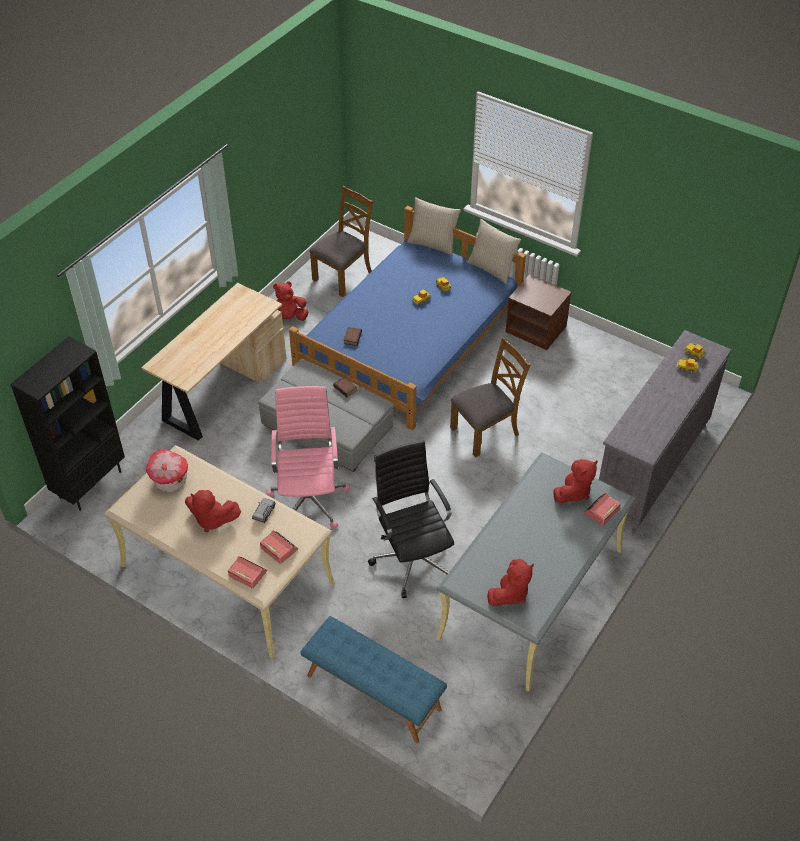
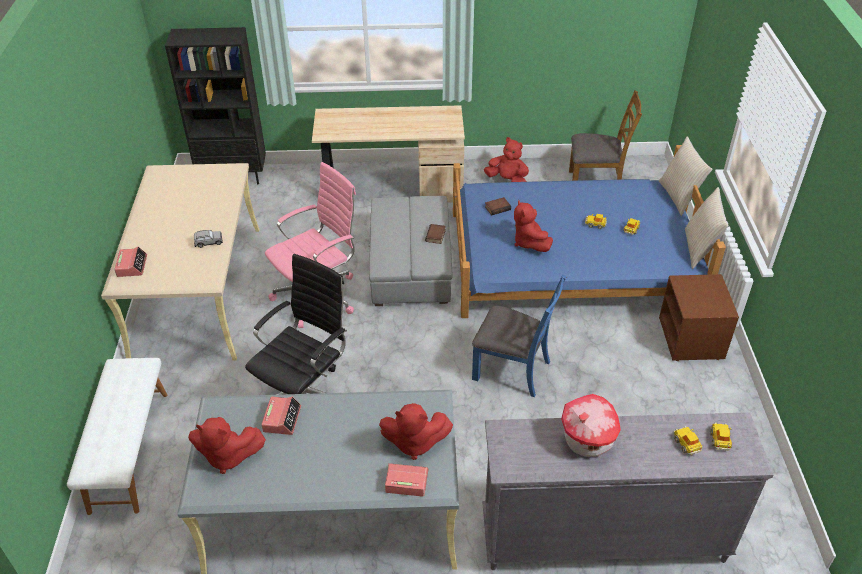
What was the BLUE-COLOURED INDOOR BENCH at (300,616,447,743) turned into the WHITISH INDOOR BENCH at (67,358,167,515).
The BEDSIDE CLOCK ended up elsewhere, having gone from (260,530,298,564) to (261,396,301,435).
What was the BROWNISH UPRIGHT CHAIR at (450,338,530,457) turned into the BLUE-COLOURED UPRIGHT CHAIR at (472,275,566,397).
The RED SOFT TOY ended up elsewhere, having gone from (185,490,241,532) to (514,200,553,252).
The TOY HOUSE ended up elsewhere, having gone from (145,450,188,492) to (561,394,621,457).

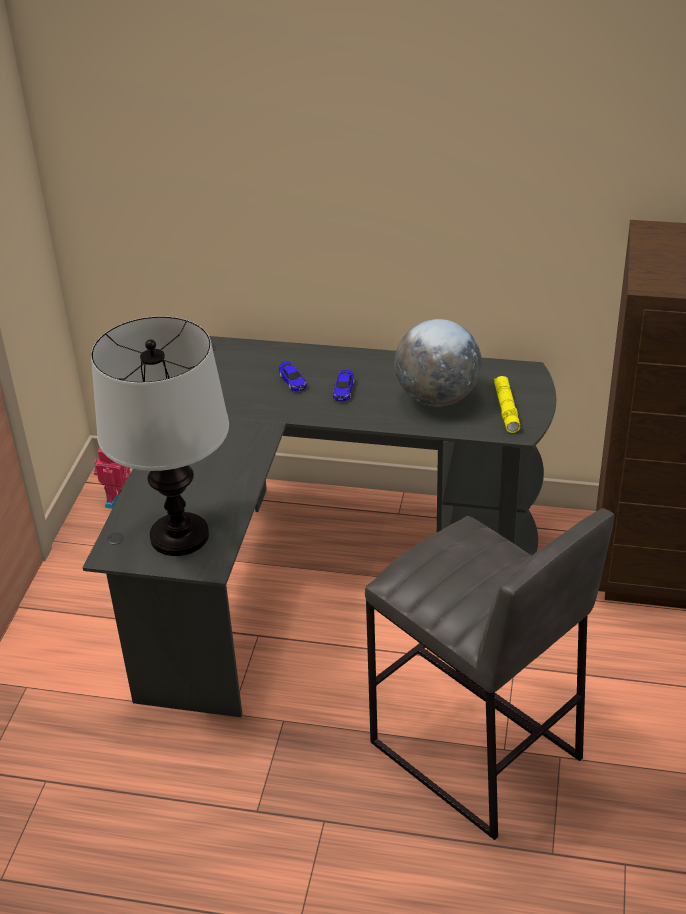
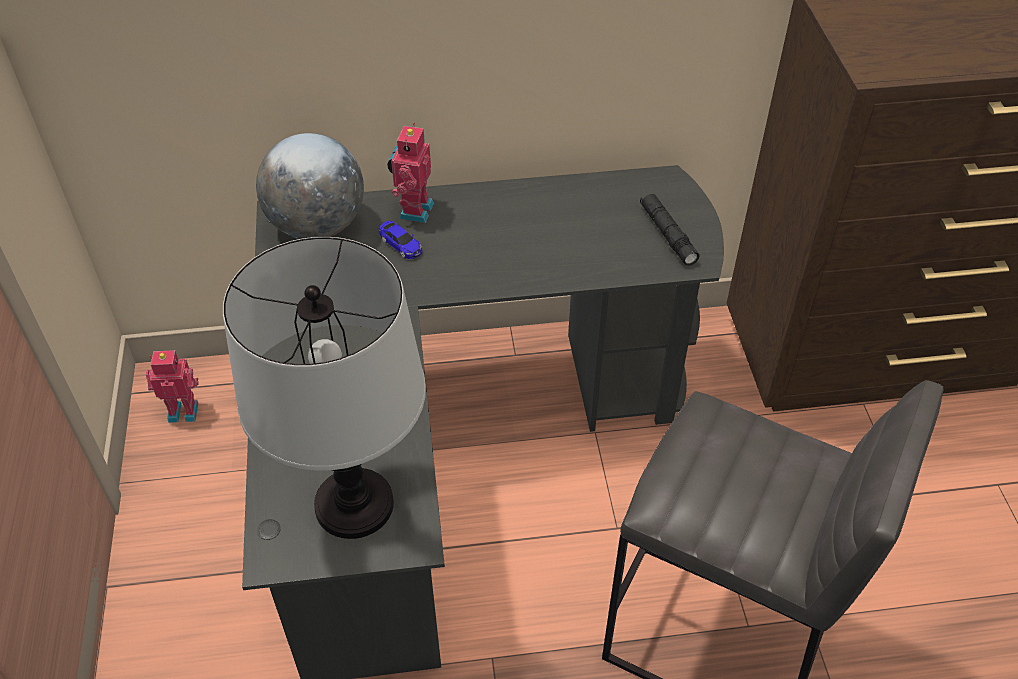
The GLOBE ended up elsewhere, having gone from (395,319,482,406) to (256,133,364,239).
The second view gained the ROBOT FIGURE at (387,123,434,223).
What was the YELLOW HAND TORCH at (494,376,520,433) turned into the BLACKISH HAND TORCH at (640,194,699,266).
The second view lost the MINIATURE CAR at (333,370,354,401).

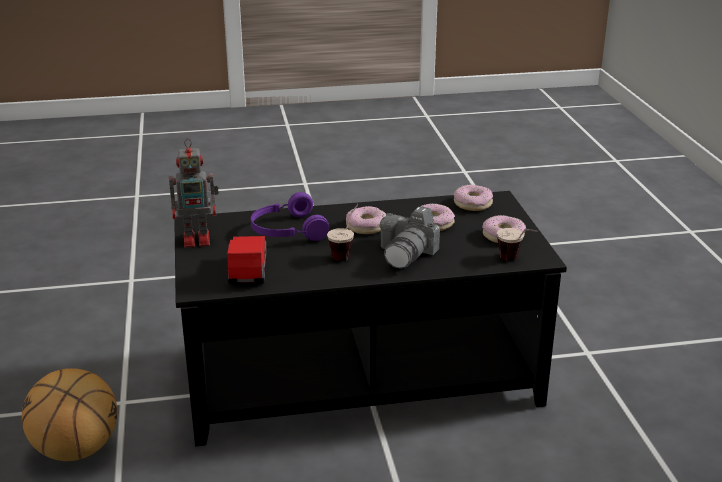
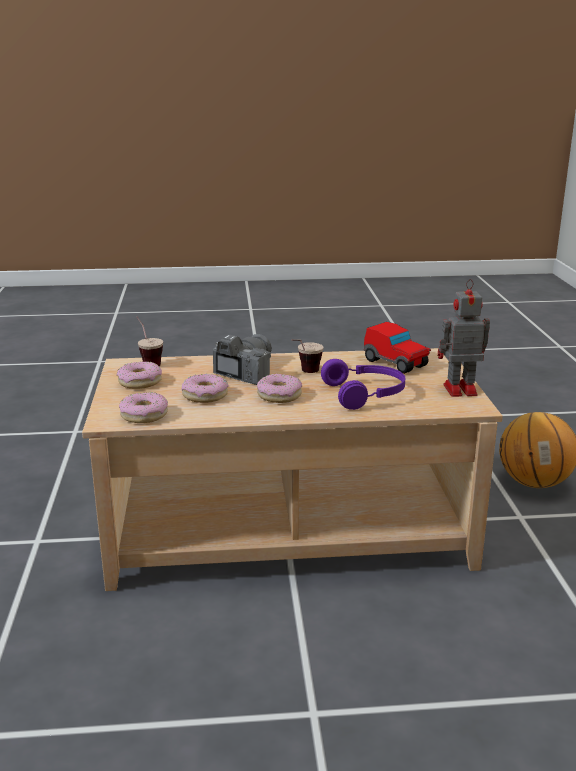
What was the BLACKISH LOUNGE TABLE at (174,191,567,446) turned into the BEIGE-COLOURED LOUNGE TABLE at (82,348,503,591).
The MINIATURE CAR at (227,236,267,284) ended up facing another way, 45 degrees counterclockwise from before.

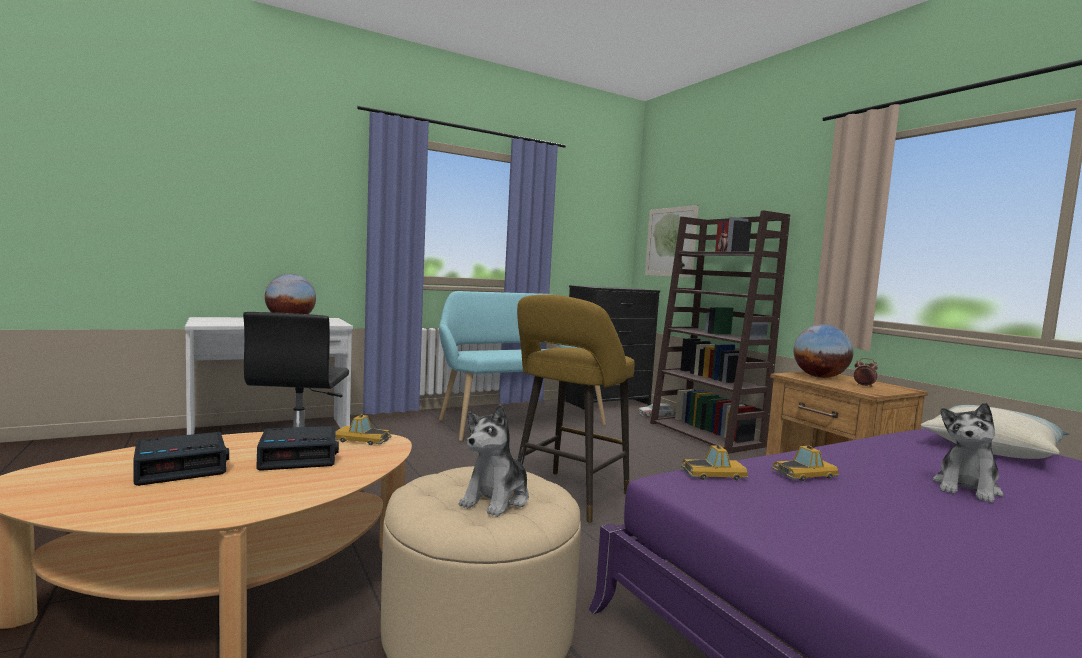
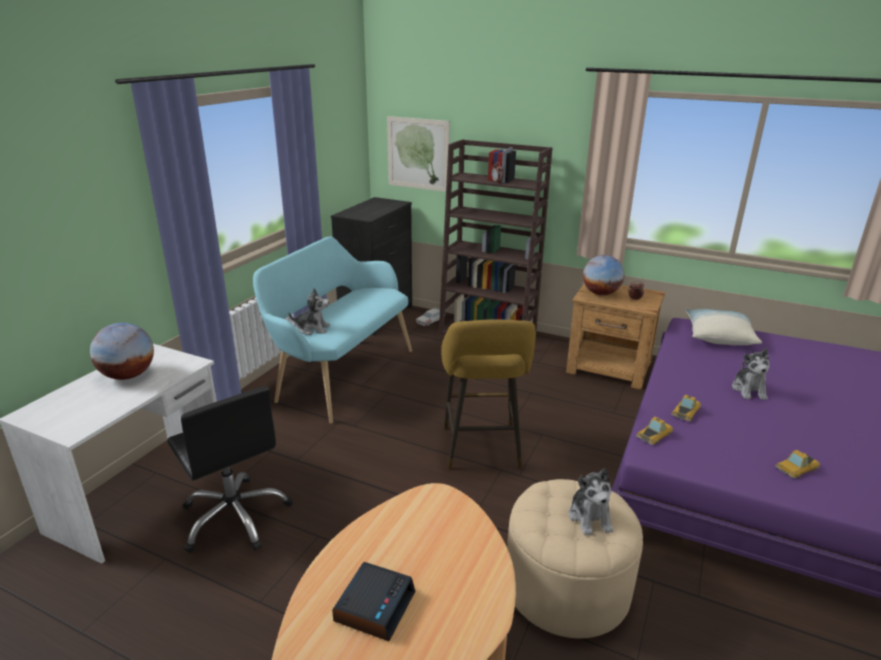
The second view gained the SOFT TOY at (289,288,330,335).
The MINIATURE CAR ended up elsewhere, having gone from (335,414,392,445) to (775,450,820,479).
The second view lost the BEDSIDE CLOCK at (256,426,339,471).

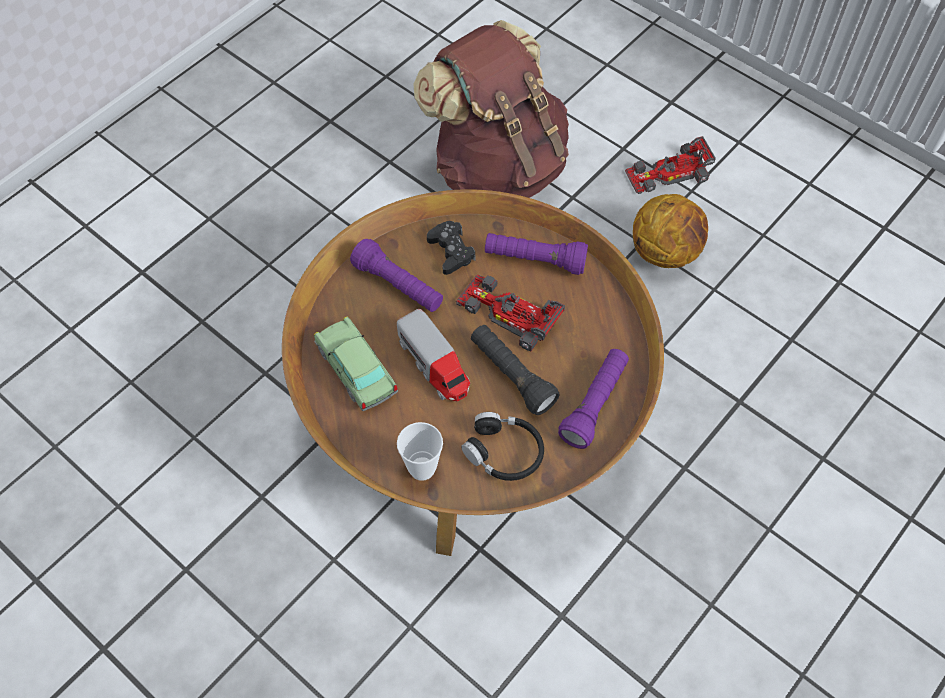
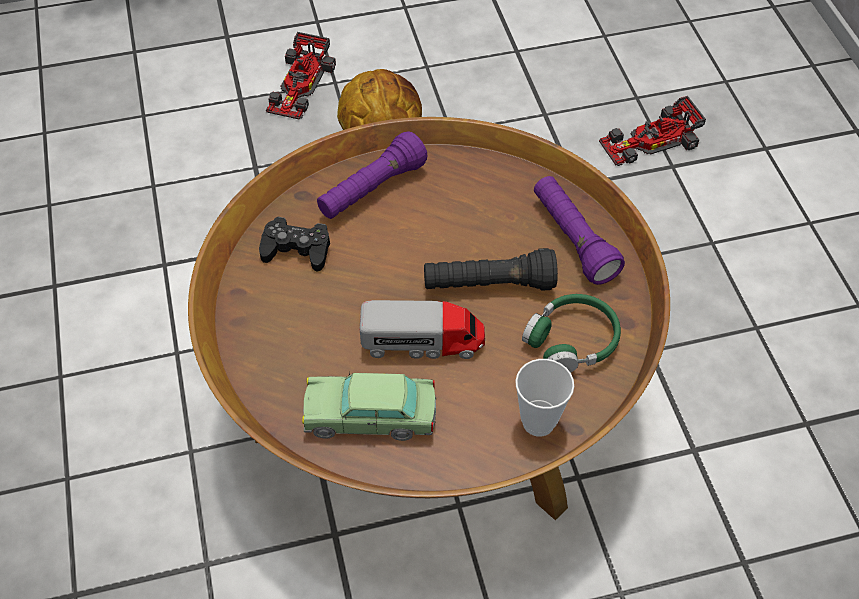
What was the BLACKISH HEADSET at (461,412,544,481) turned into the GREEN HEADSET at (522,294,621,373).
The MINIATURE CAR ended up elsewhere, having gone from (456,275,565,351) to (599,96,706,166).
The second view lost the PURPLISH HAND TORCH at (350,239,443,312).
The second view lost the BROWNISH KNAPSACK at (413,20,569,198).

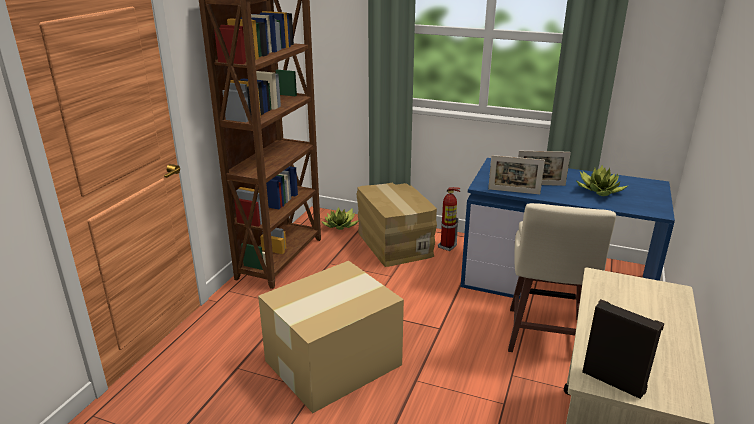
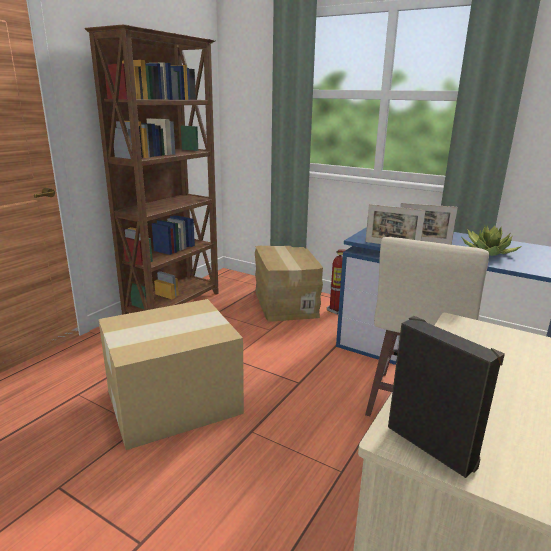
The second view lost the PLANT IN A POT at (321,207,359,230).

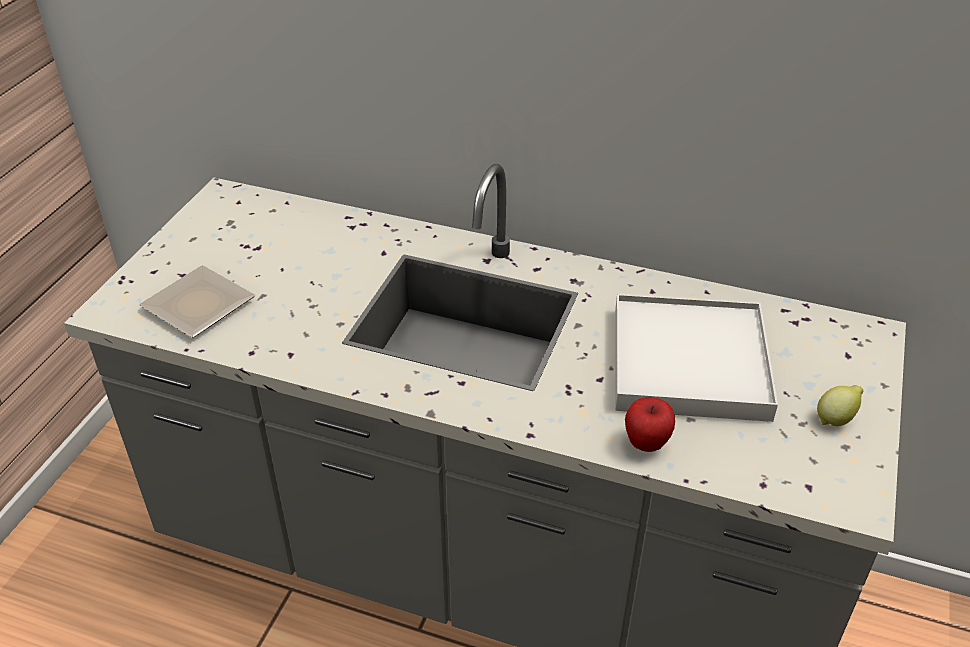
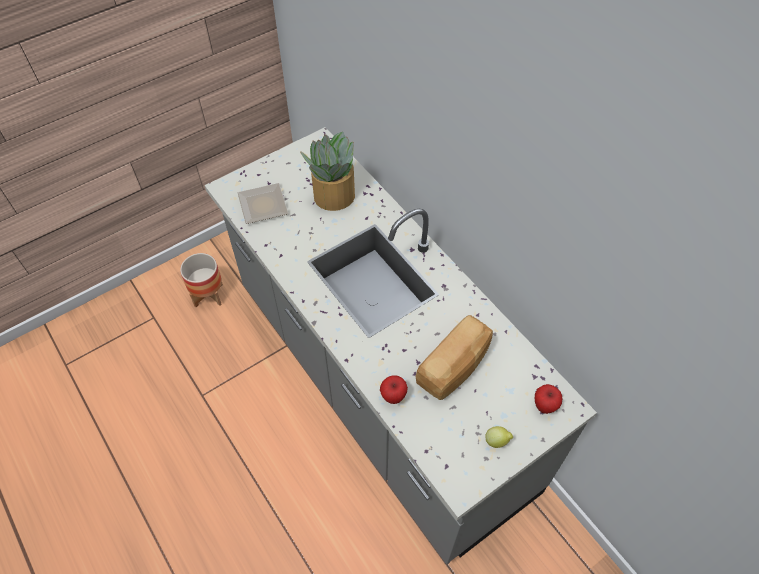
The second view gained the FLOWER POT at (180,253,223,307).
The second view gained the PLANT IN A POT at (300,132,355,211).
Where the WHITISH TRAY stood at (615,294,778,422), the BAKED BREAD came to stand at (415,315,493,400).
The second view gained the APPLE FRUIT at (535,384,562,414).

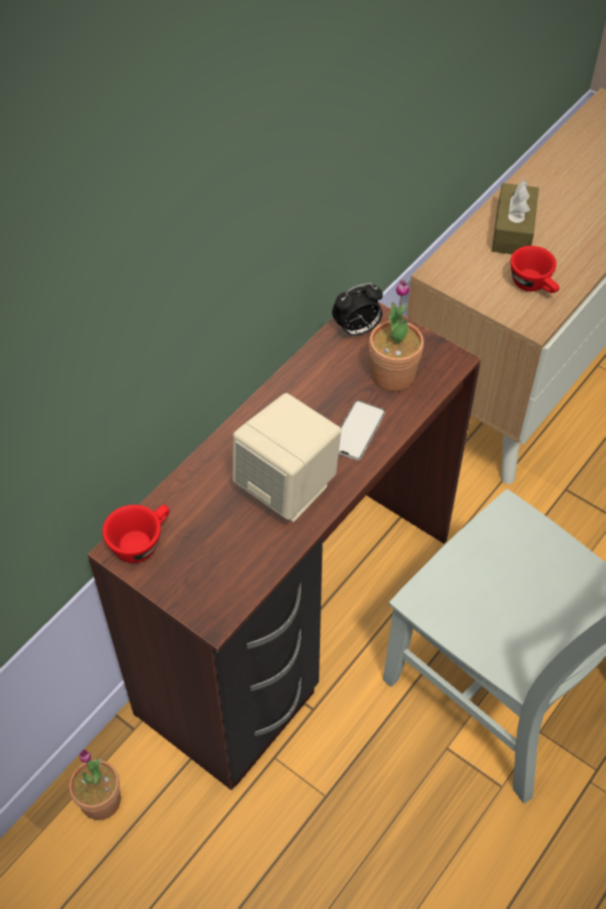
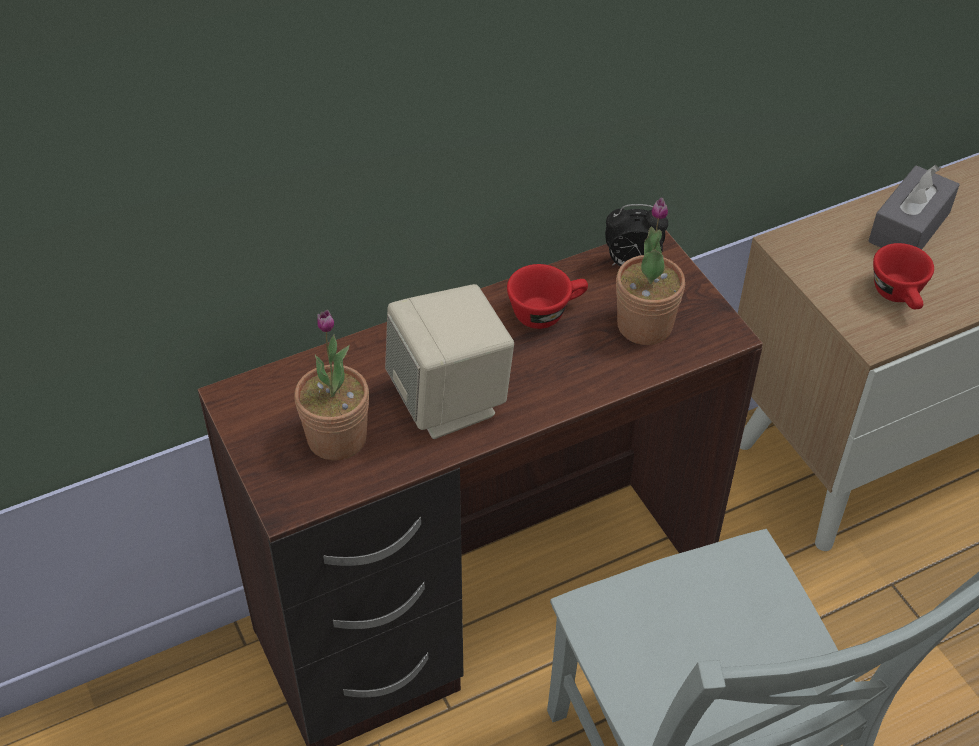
The PLANT IN A POT ended up elsewhere, having gone from (69,749,121,820) to (294,310,369,460).
The RED CUP ended up elsewhere, having gone from (102,505,170,563) to (507,264,588,329).
What was the BROWNISH TISSUE HOLDER at (492,180,539,254) turned into the GREY TISSUE HOLDER at (869,165,960,250).
The second view lost the TELEPHONE at (339,400,385,460).

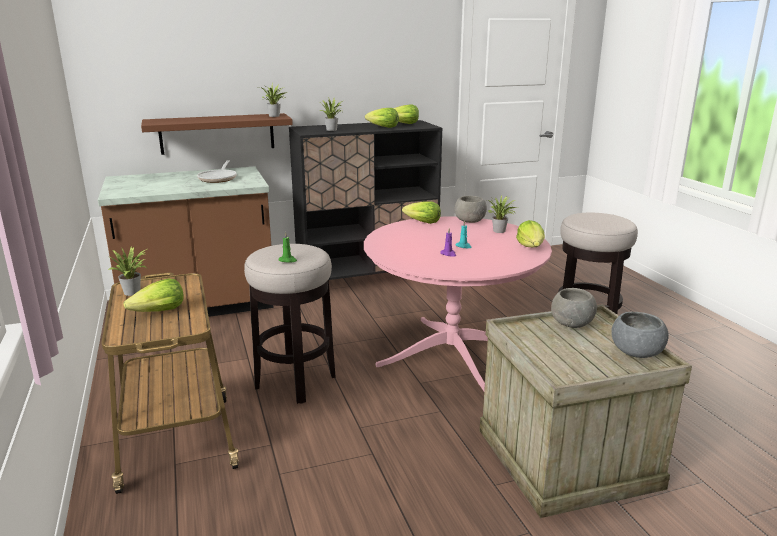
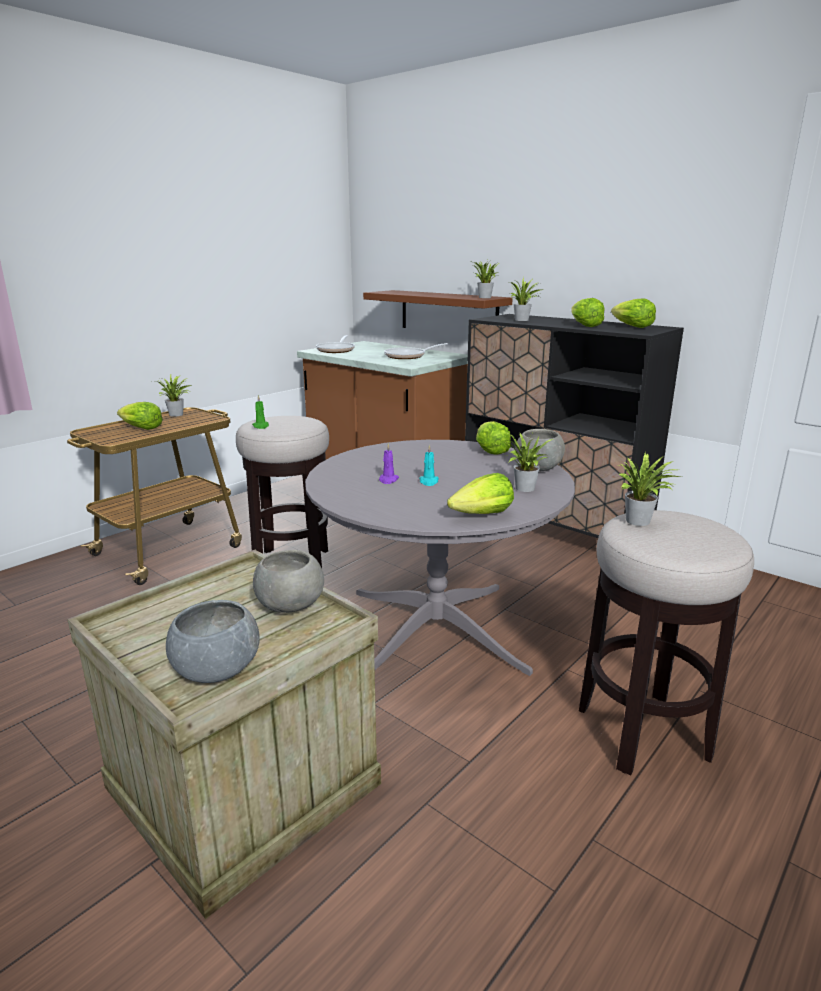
What was the PINKISH KITCHEN TABLE at (364,217,552,391) turned into the GREY KITCHEN TABLE at (305,440,575,676).
The second view gained the PAN at (316,335,355,353).
The second view gained the PLANT IN A POT at (616,452,681,526).

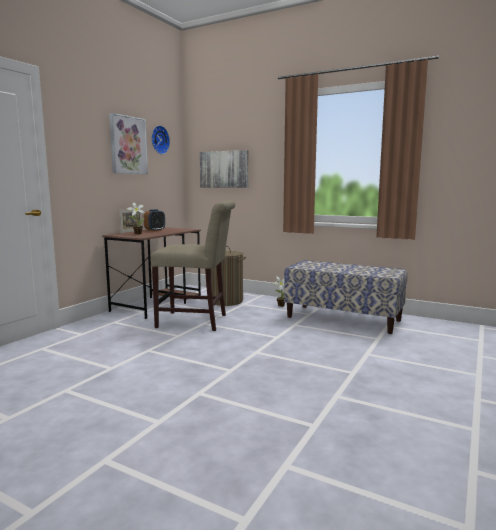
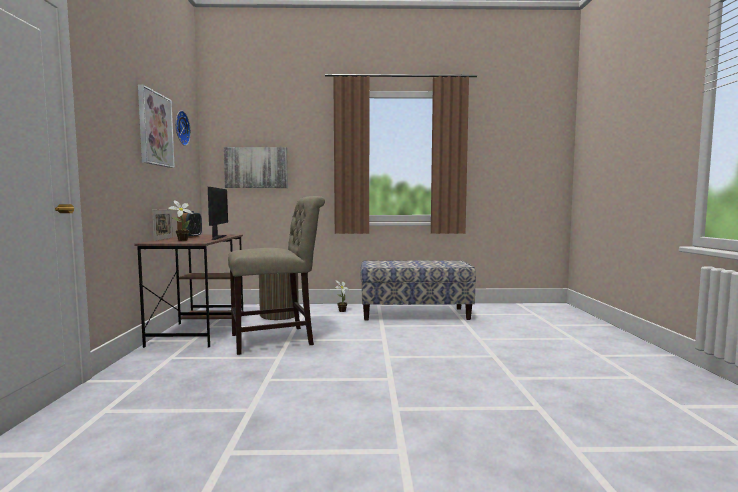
The second view gained the MONITOR at (208,187,228,240).

